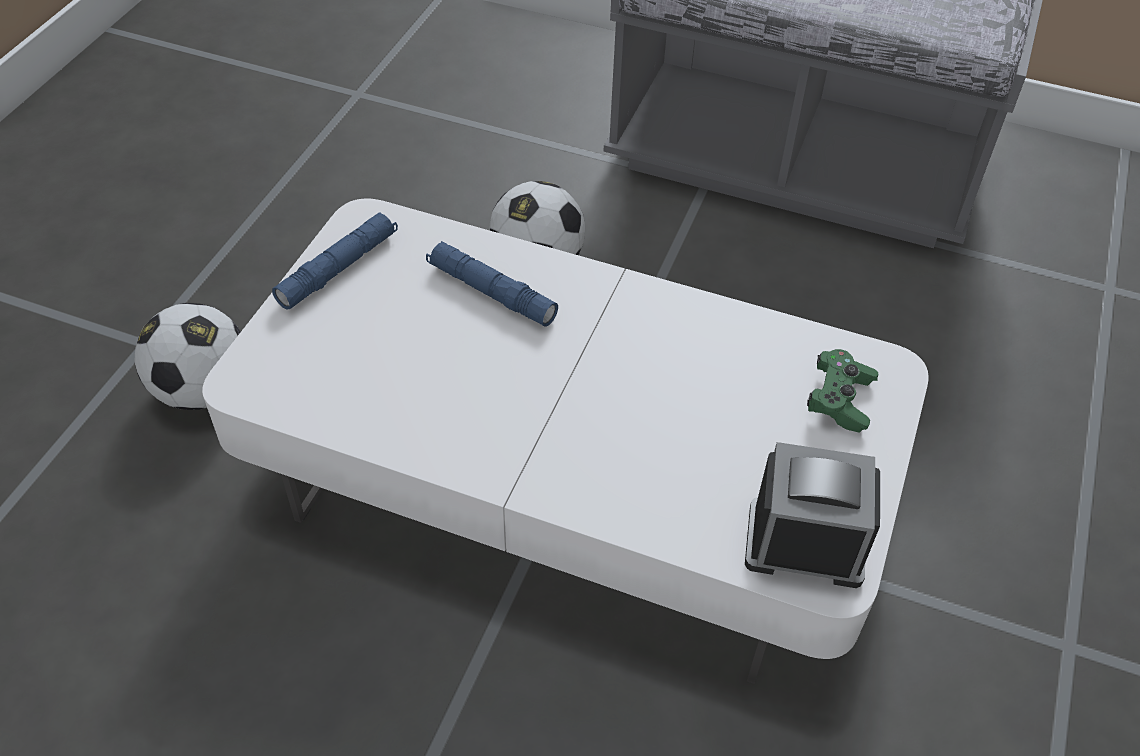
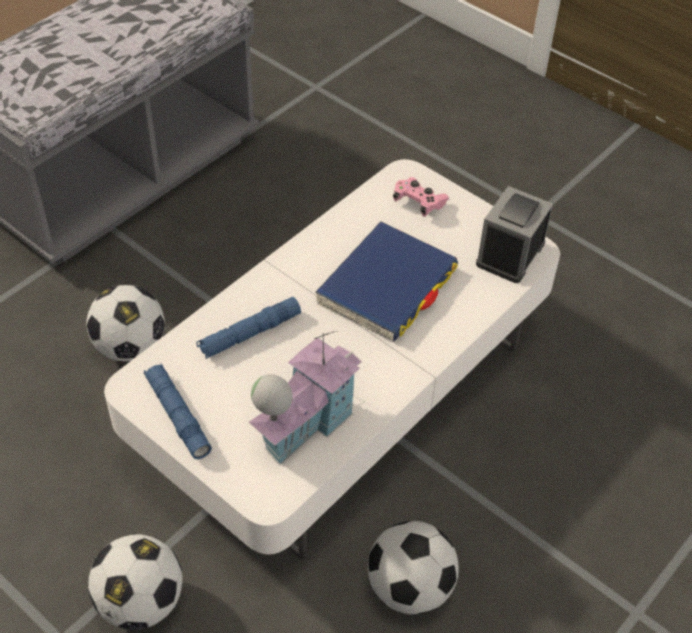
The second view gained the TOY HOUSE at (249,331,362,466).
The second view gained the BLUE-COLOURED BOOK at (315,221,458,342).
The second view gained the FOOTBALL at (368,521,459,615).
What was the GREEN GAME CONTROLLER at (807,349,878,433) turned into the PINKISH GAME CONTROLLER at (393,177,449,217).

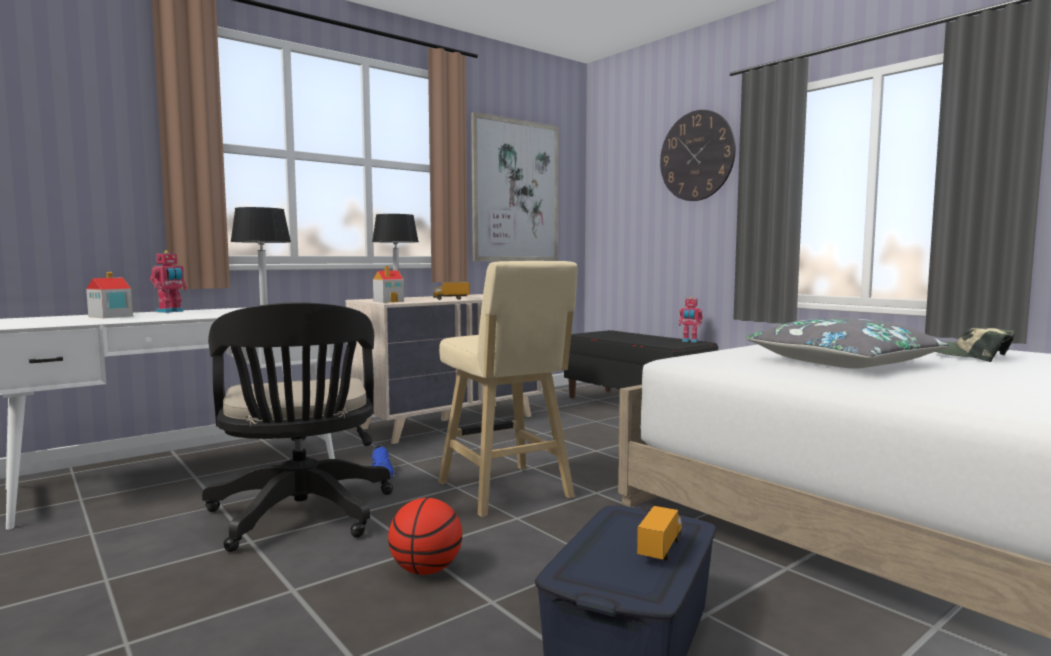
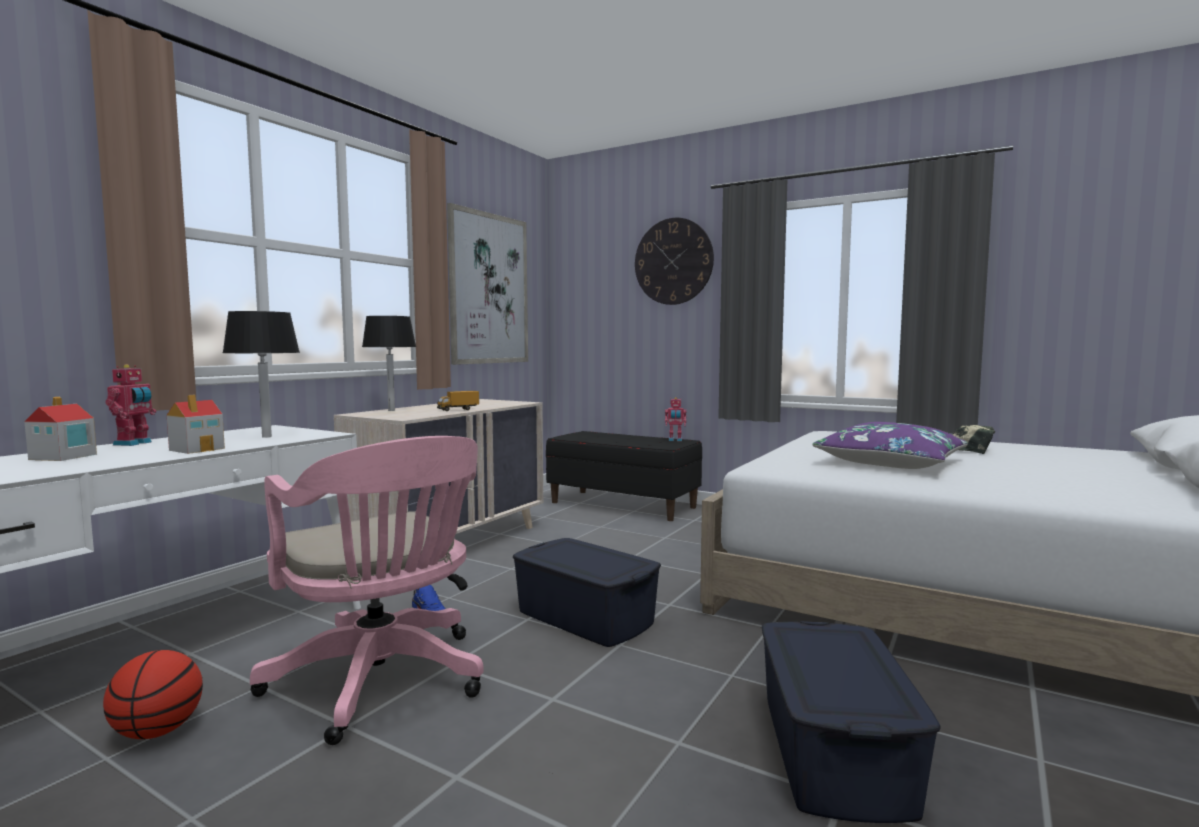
The BALL FOR BASKETBALL ended up elsewhere, having gone from (388,498,462,575) to (103,650,203,739).
The TOY HOUSE ended up elsewhere, having gone from (373,266,404,303) to (167,394,225,454).
What was the BLACKISH COMPUTER CHAIR at (202,302,393,552) turned into the PINKISH COMPUTER CHAIR at (250,436,484,745).
Where the BEIGE-COLOURED SITTING STOOL stood at (438,261,578,517), the BLUE-COLOURED STORAGE CONTAINER came to stand at (513,538,661,647).
What was the GREY CUSHION at (746,318,950,369) turned into the PURPLISH CUSHION at (813,422,968,469).
The second view lost the TOY TRUCK at (637,506,682,560).

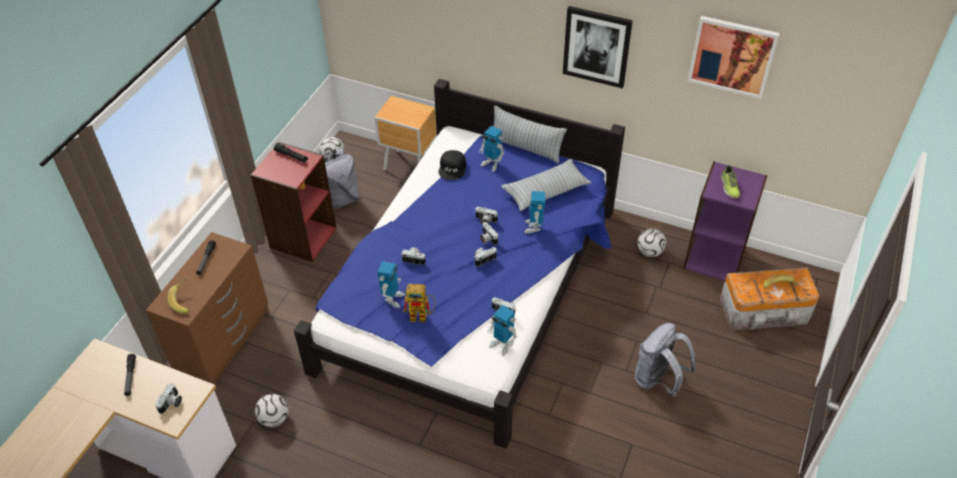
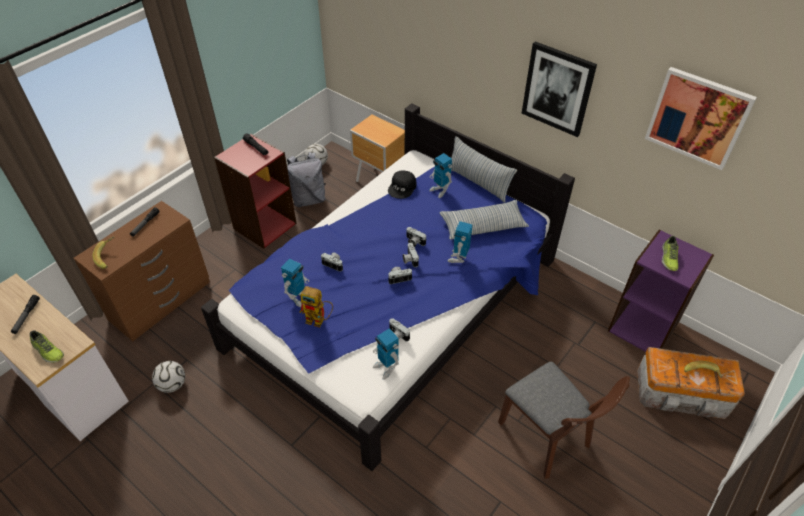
Where the PHOTO CAMERA stood at (155,383,182,414), the SHOE came to stand at (30,330,64,363).
Where the GREY KNAPSACK stood at (635,323,696,397), the BROWNISH UPRIGHT CHAIR came to stand at (498,362,630,479).
The second view lost the FOOTBALL at (638,229,666,257).

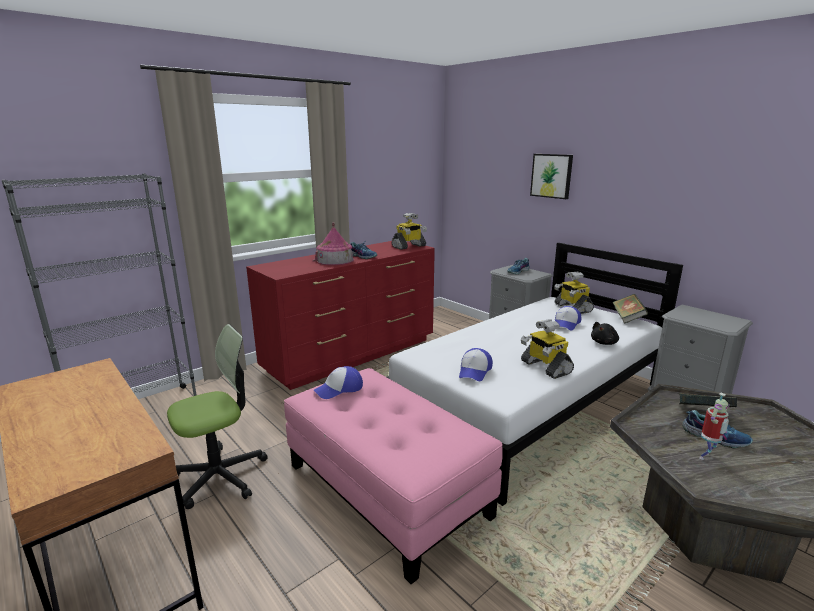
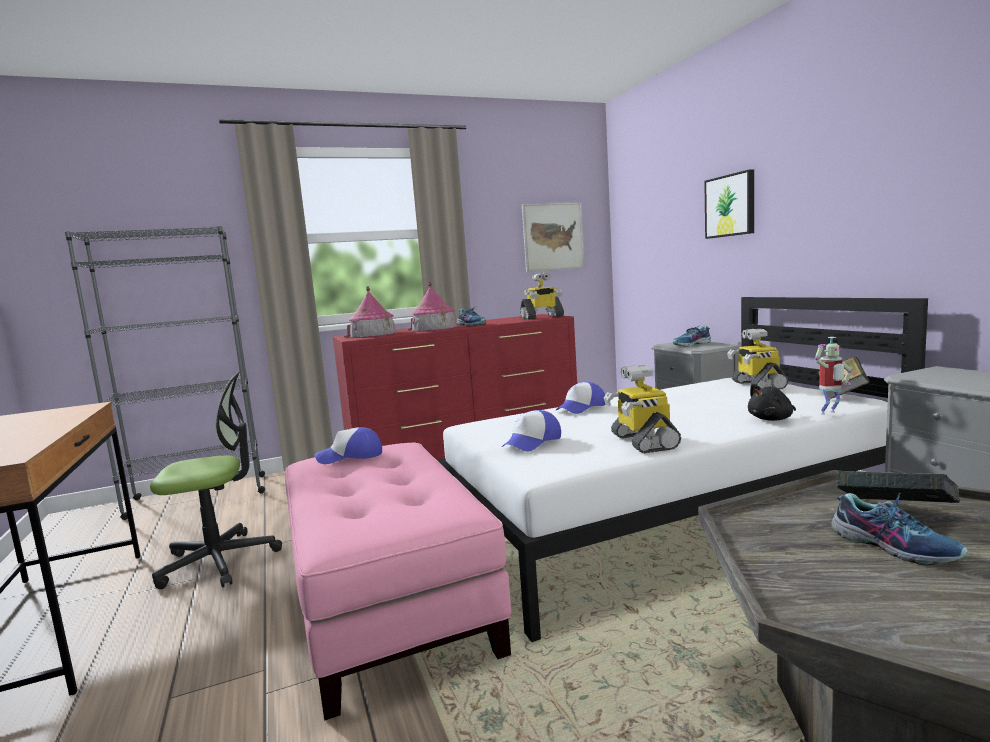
The second view gained the TOY HOUSE at (344,286,398,338).
The second view gained the PICTURE at (522,202,585,273).
The PEAKED CAP ended up elsewhere, having gone from (555,306,582,331) to (556,382,605,414).
The ROBOT FIGURE ended up elsewhere, having gone from (699,393,730,460) to (815,337,851,415).

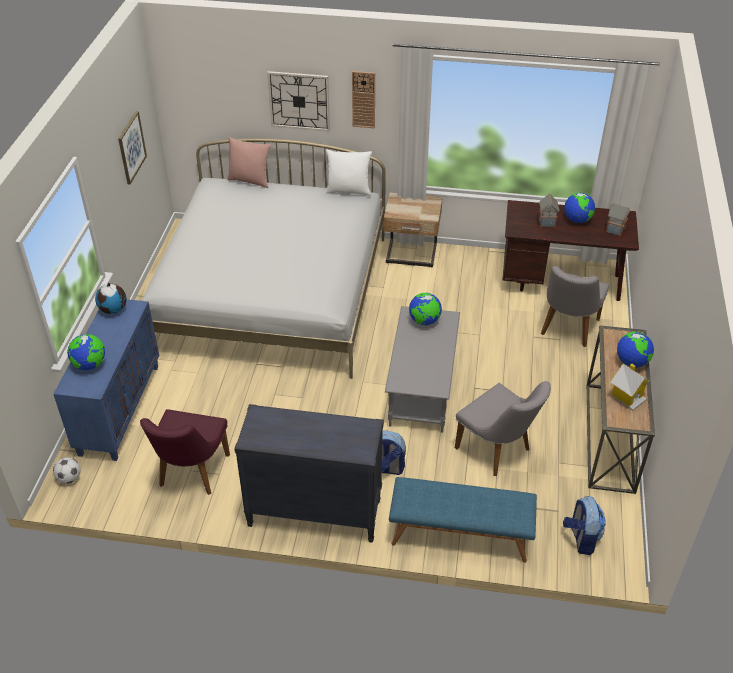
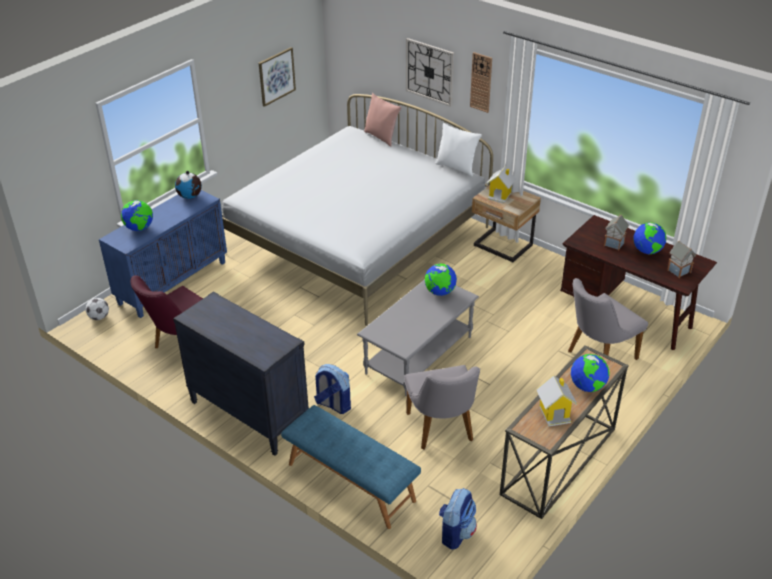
The second view gained the TOY HOUSE at (486,166,516,203).

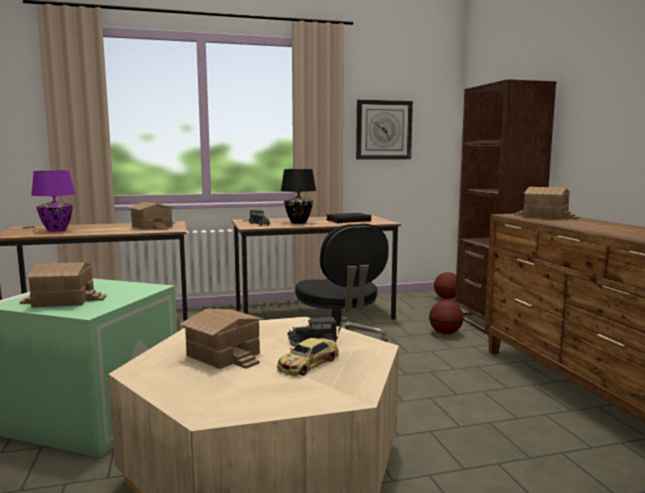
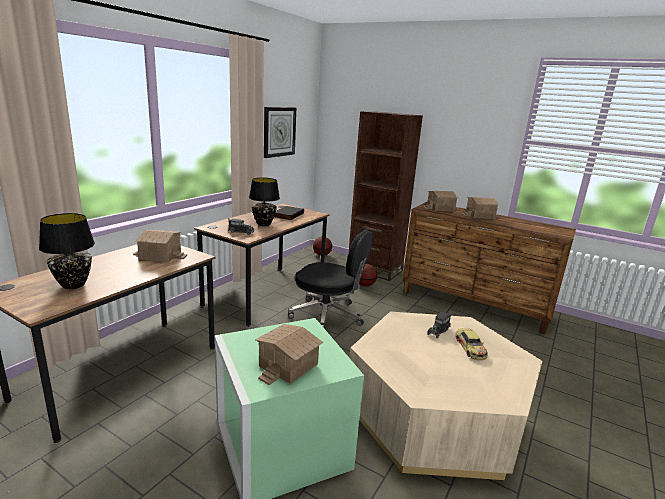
What was the PURPLISH TABLETOP LAMP at (31,171,75,232) turned into the BLACKISH TABLETOP LAMP at (39,213,95,289).
The TOY HOUSE ended up elsewhere, having gone from (180,309,263,369) to (461,197,500,219).

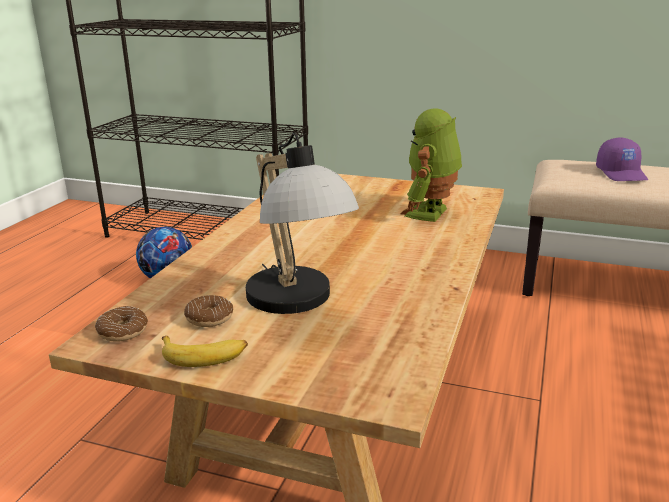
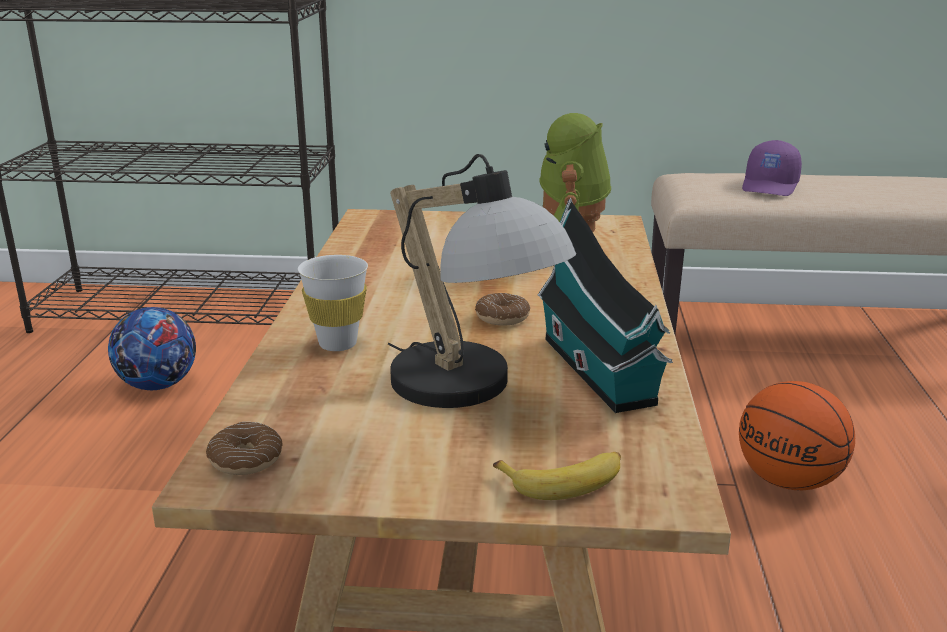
The second view gained the WHITISH CUP at (298,255,368,351).
The DONUT ended up elsewhere, having gone from (184,295,233,327) to (475,293,530,326).
The WHOLE BANANA ended up elsewhere, having gone from (162,336,248,367) to (493,452,621,500).
The second view gained the TOY HOUSE at (538,198,673,413).
The second view gained the BALL FOR BASKETBALL at (739,381,855,490).
The PURPLISH PEAKED CAP at (596,138,648,181) ended up facing another way, 45 degrees clockwise from before.

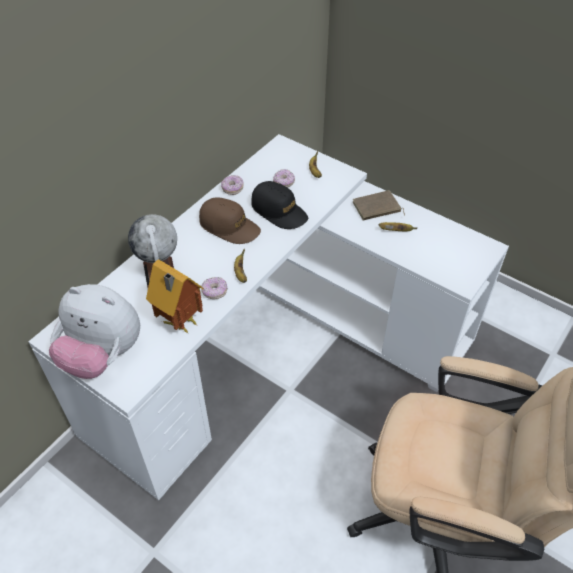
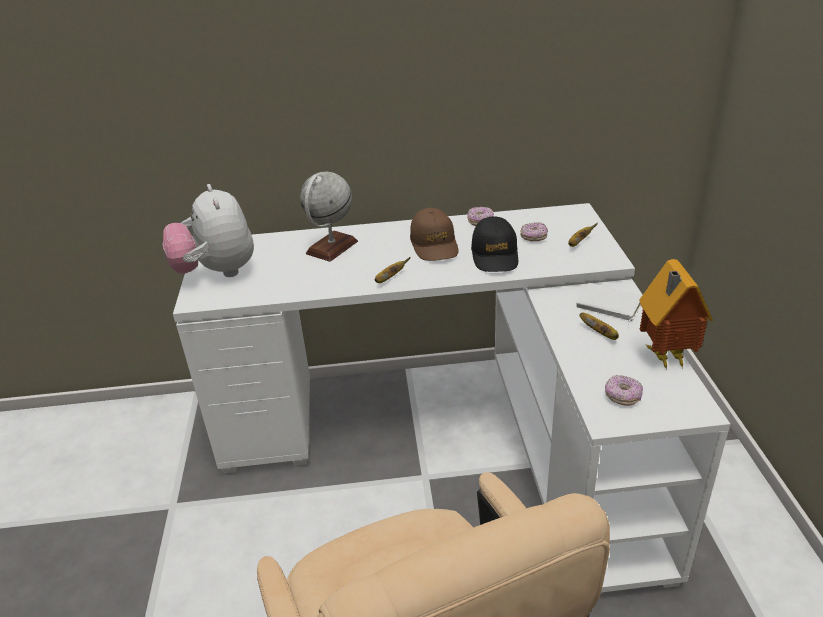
What was the BROWNISH BOOK at (352,190,405,220) turned into the WHITISH BOOK at (576,283,642,324).
The DONUT ended up elsewhere, having gone from (201,277,228,299) to (605,375,643,406).
The TOY HOUSE ended up elsewhere, having gone from (146,260,204,333) to (639,259,713,370).

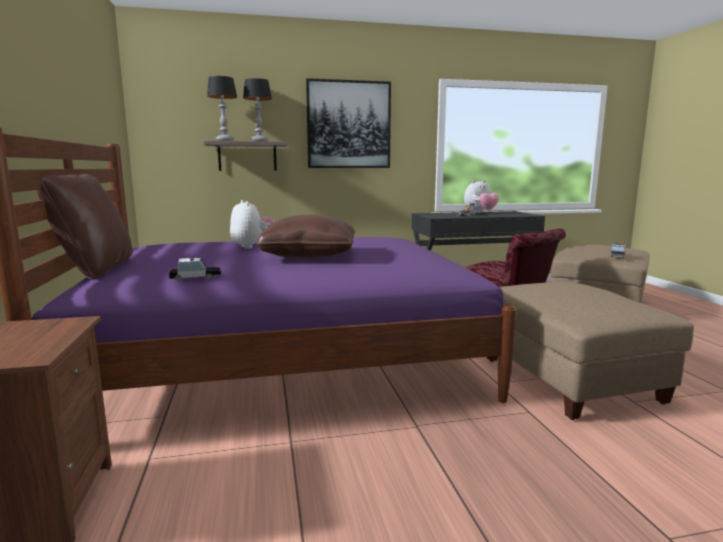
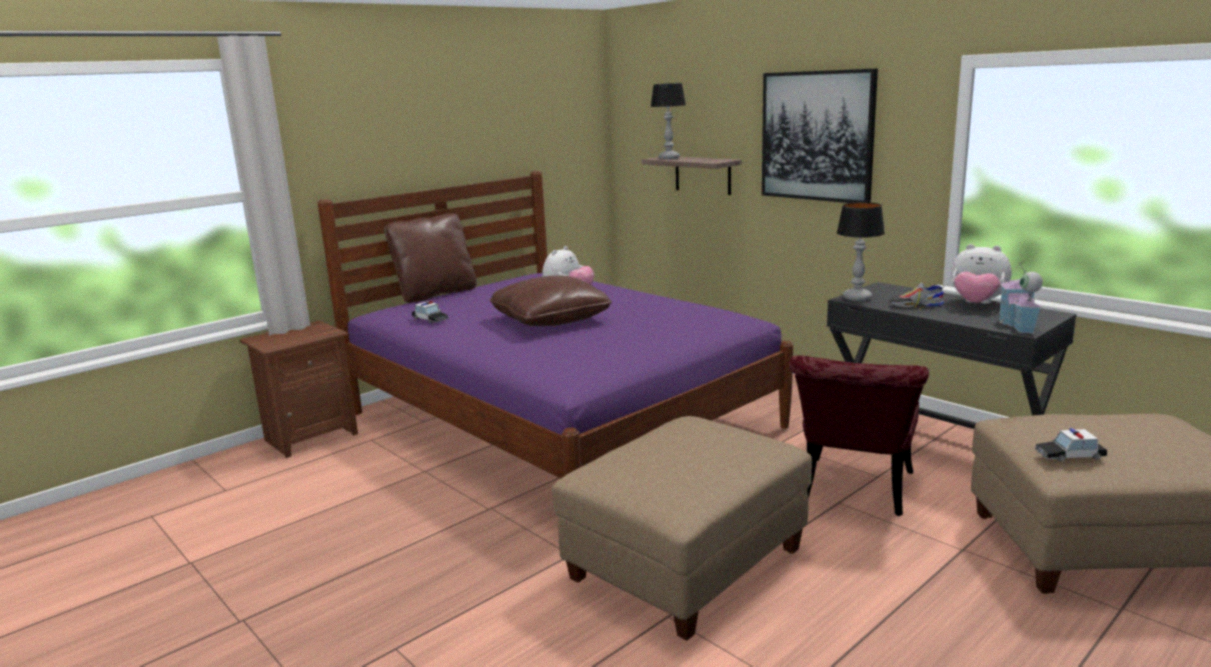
The TABLETOP LAMP ended up elsewhere, having gone from (243,78,272,141) to (837,202,885,301).
The second view gained the TOY HOUSE at (999,261,1043,334).

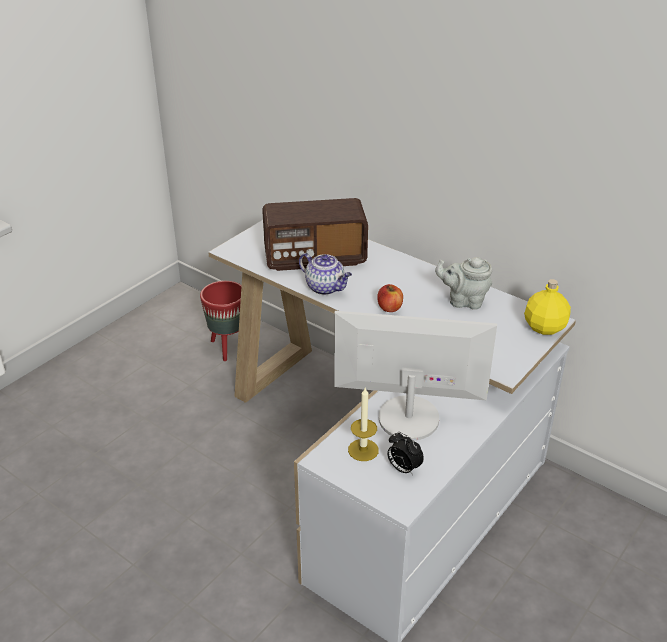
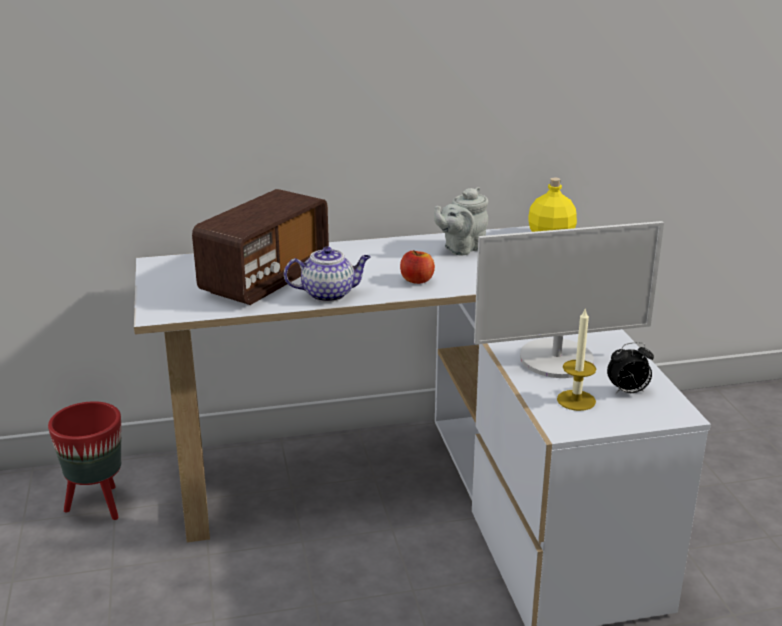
The MONITOR at (334,311,497,441) ended up facing another way, 150 degrees counterclockwise from before.

